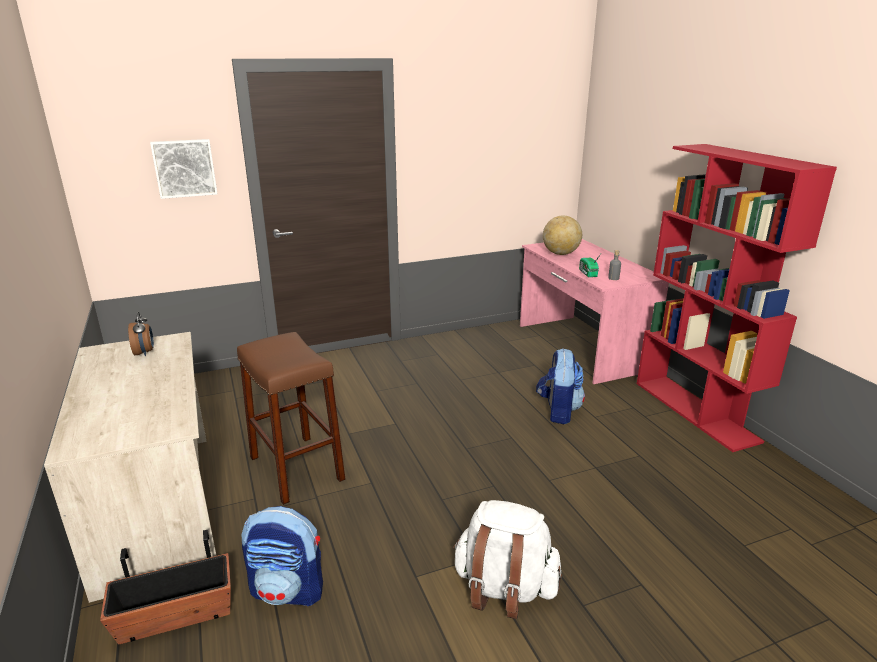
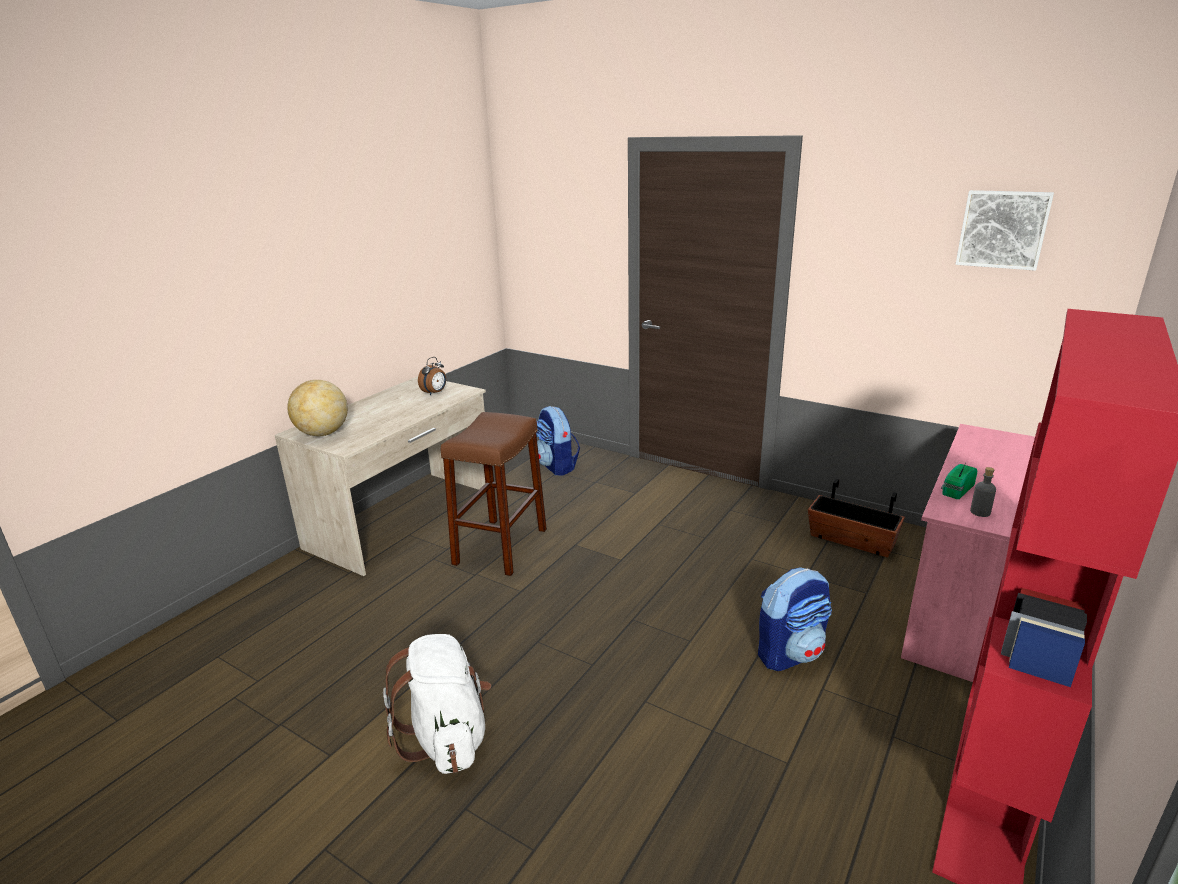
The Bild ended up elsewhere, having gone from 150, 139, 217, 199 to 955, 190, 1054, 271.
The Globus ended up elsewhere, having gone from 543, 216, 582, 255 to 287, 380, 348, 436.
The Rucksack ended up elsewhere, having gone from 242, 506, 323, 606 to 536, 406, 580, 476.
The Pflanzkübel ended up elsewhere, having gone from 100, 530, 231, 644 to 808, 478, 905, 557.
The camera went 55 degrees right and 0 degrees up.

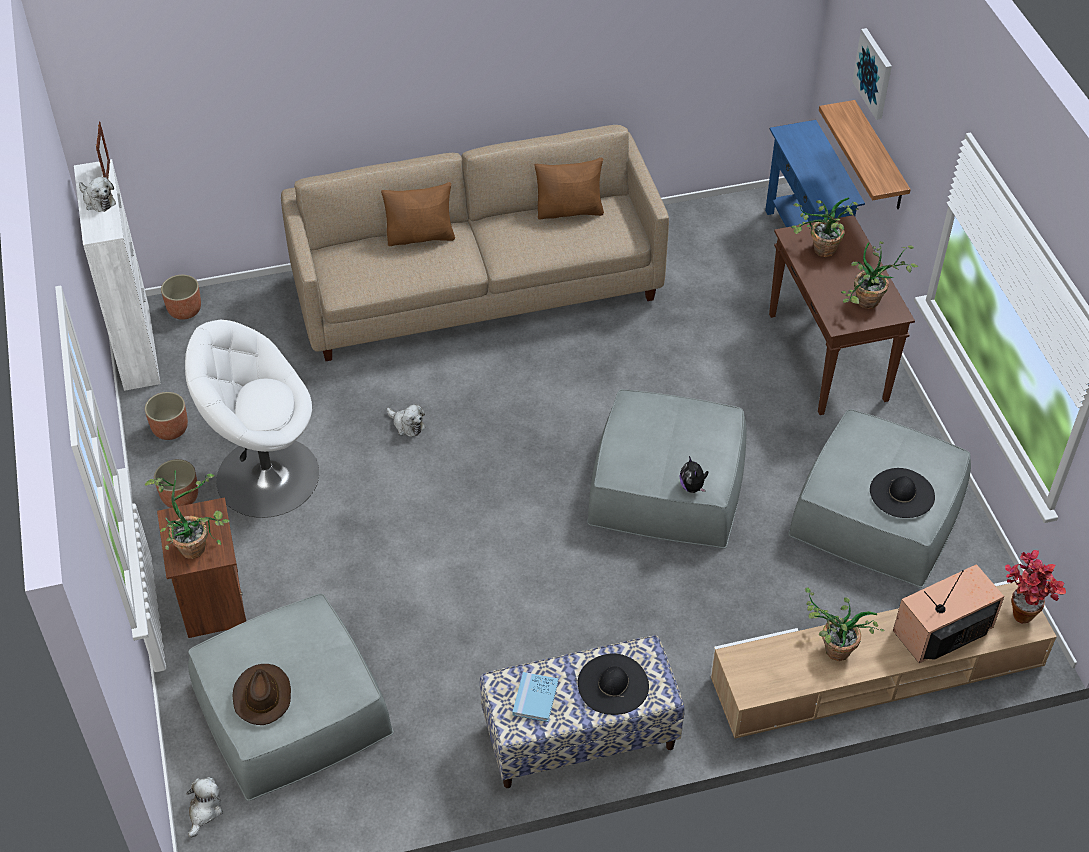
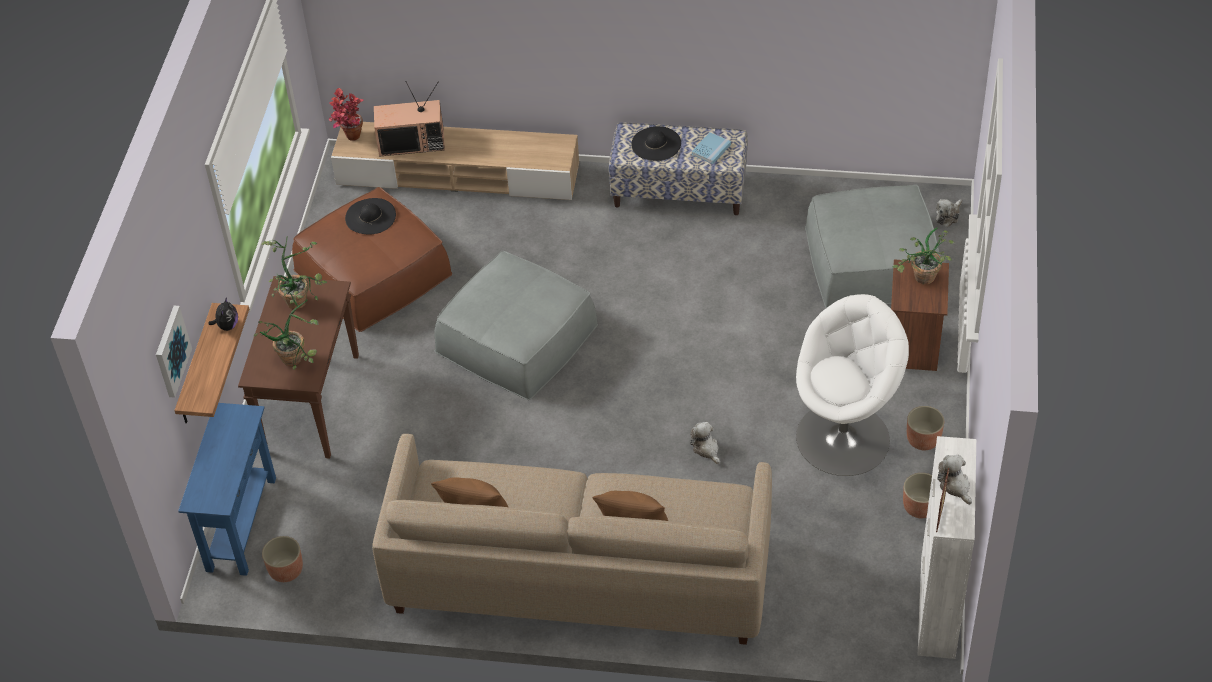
The Pflanzkübel ended up elsewhere, having gone from 161, 275, 201, 320 to 262, 536, 303, 582.
The Sessel (weiß) at 185, 320, 319, 518 ended up facing another way, 45 degrees counterclockwise from before.
What was the Polsterhocker (grau) at 788, 409, 971, 588 turned into the Polsterhocker (braun) at 292, 187, 452, 332.
The Plüschtier ended up elsewhere, having gone from 679, 456, 708, 493 to 209, 296, 238, 331.
The second view lost the Topfpflanze at 805, 587, 884, 661.
The second view lost the Hut (braun) at 232, 664, 291, 725.
The camera went 155 degrees left and 0 degrees up.

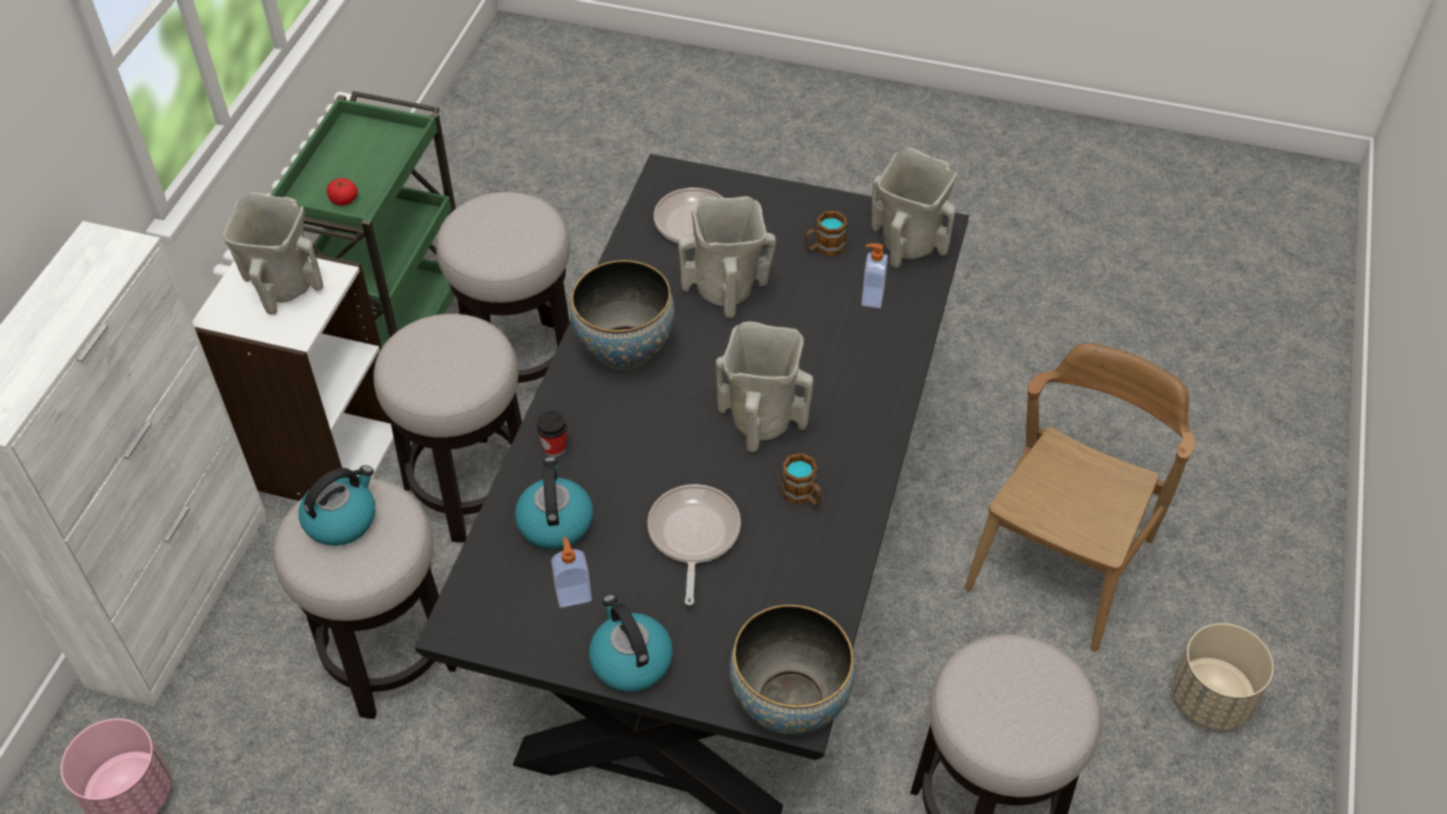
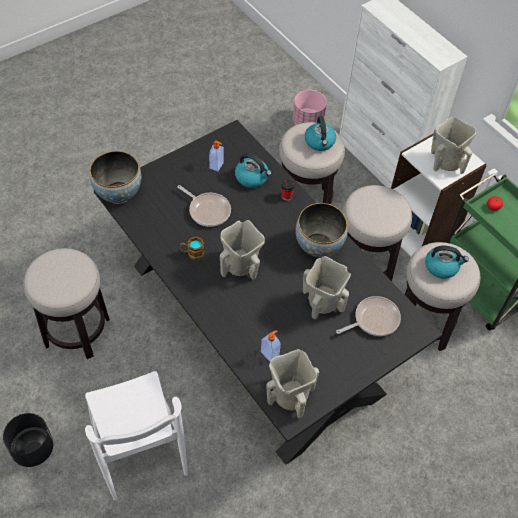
The second view lost the Henkelbecher at 805, 211, 847, 256.
What was the Stuhl (braun) at 965, 343, 1195, 652 turned into the Stuhl (weiß) at 85, 371, 188, 501.
The Wasserkessel ended up elsewhere, having gone from 589, 595, 673, 692 to 425, 246, 469, 279.
What was the Pflanzkübel (beige) at 1172, 623, 1274, 730 turned into the Pflanzkübel (schwarz) at 3, 413, 53, 467.
The camera went 125 degrees right and 5 degrees up.

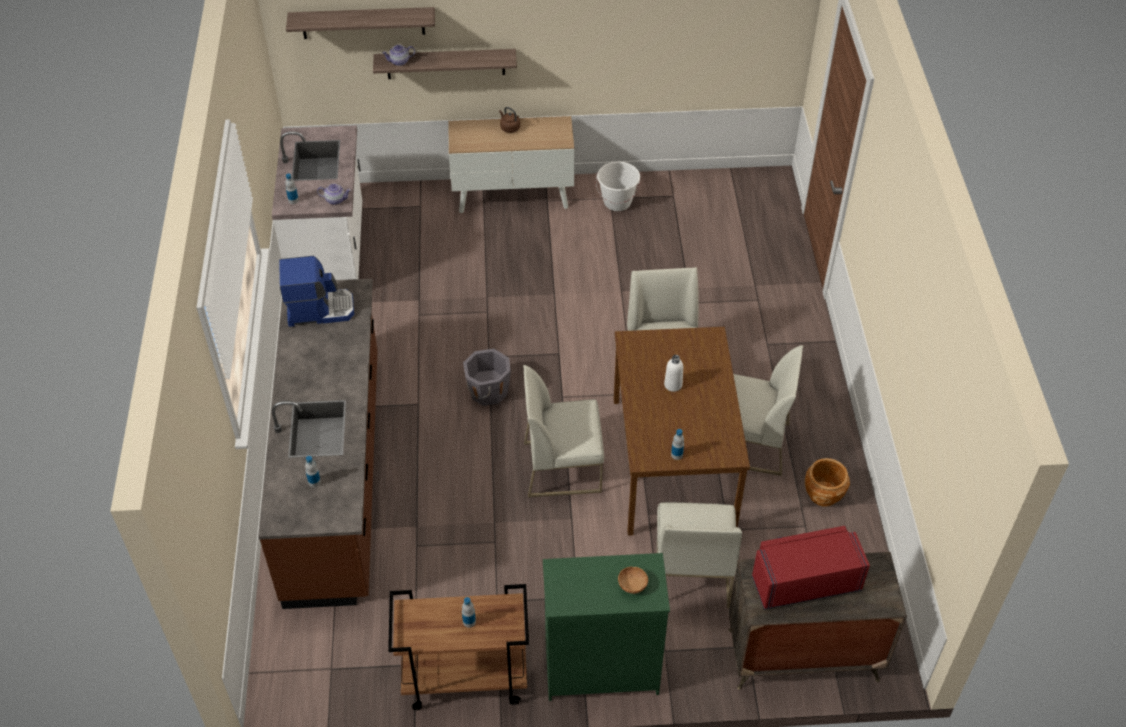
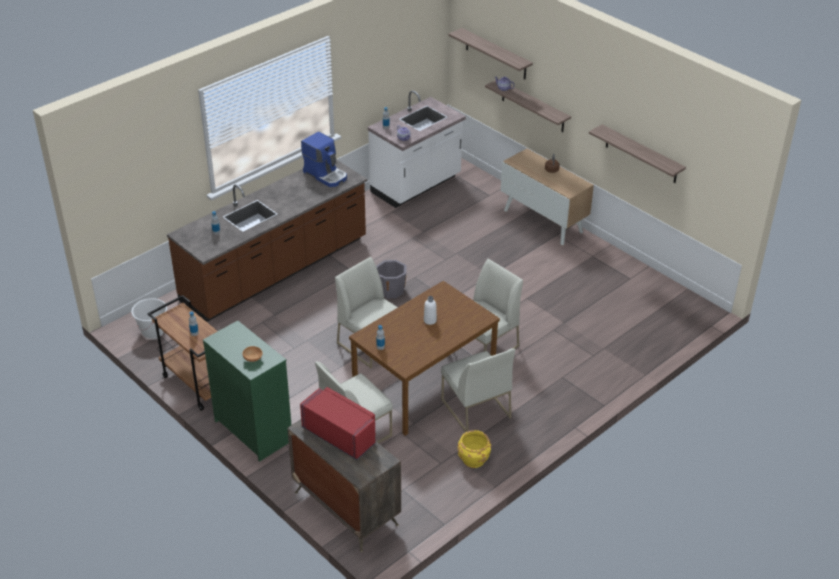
The Eimer (weiß) ended up elsewhere, having gone from 596, 162, 640, 211 to 131, 298, 167, 339.
What was the Pflanzkübel (braun) at 805, 458, 850, 507 turned into the Pflanzkübel (gelb) at 458, 430, 491, 468.
The second view gained the Wandregal at 589, 125, 686, 183.
The camera went 50 degrees right and 10 degrees down.

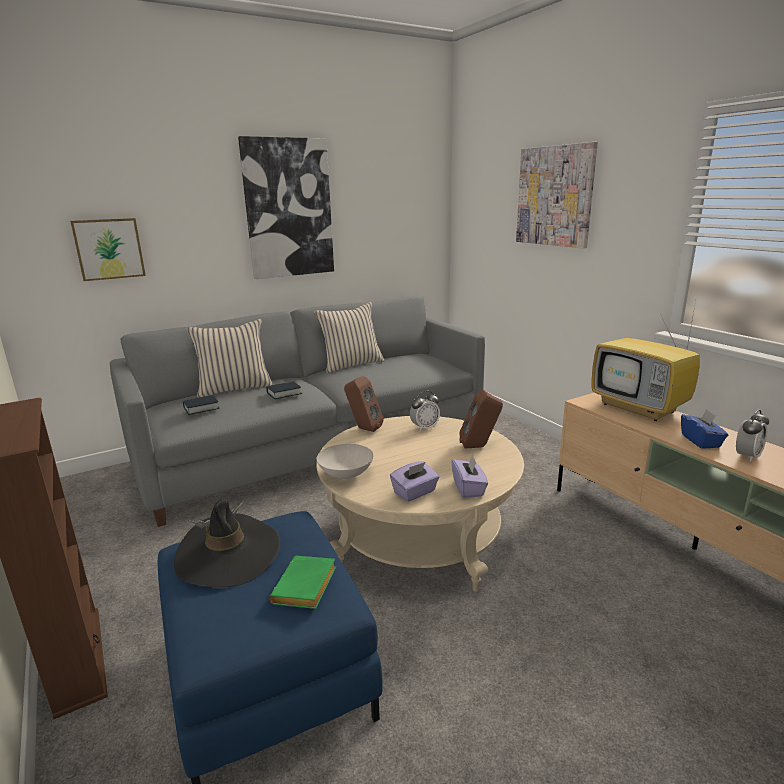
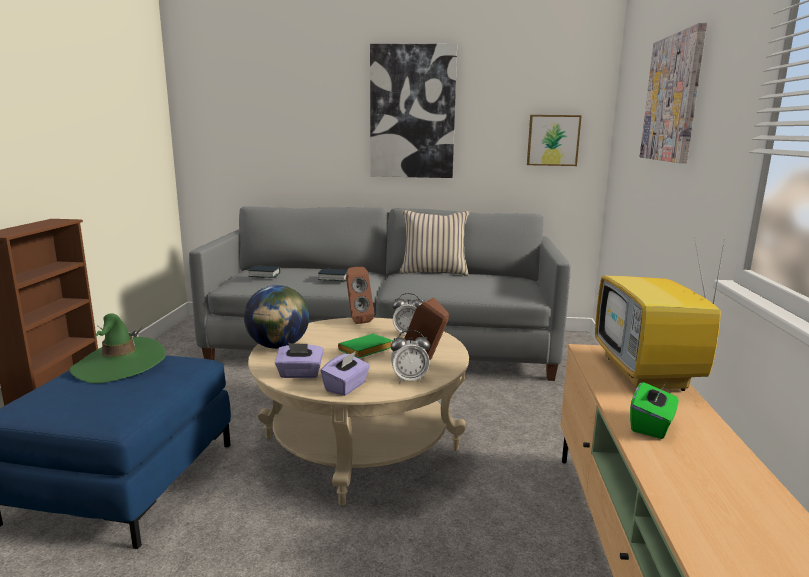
The Bild ended up elsewhere, having gone from 70, 218, 146, 281 to 527, 115, 582, 166.
The second view lost the Kissen (beige) at 186, 319, 273, 398.
What was the Taschentuchbox (blau) at 681, 409, 728, 449 turned into the Taschentuchbox (grün) at 630, 382, 679, 439.
The Wecker ended up elsewhere, having gone from 736, 410, 769, 462 to 391, 330, 430, 383.
Where the Schüssel (weiß) stood at 316, 444, 374, 480, the Globus came to stand at 244, 285, 309, 349.
What was the Hut (schwarz) at 174, 499, 280, 587 turned into the Hut (grün) at 70, 313, 166, 383.
The Buch (grün) ended up elsewhere, having gone from 269, 556, 336, 609 to 338, 334, 393, 358.
The camera went 35 degrees right and 5 degrees down.

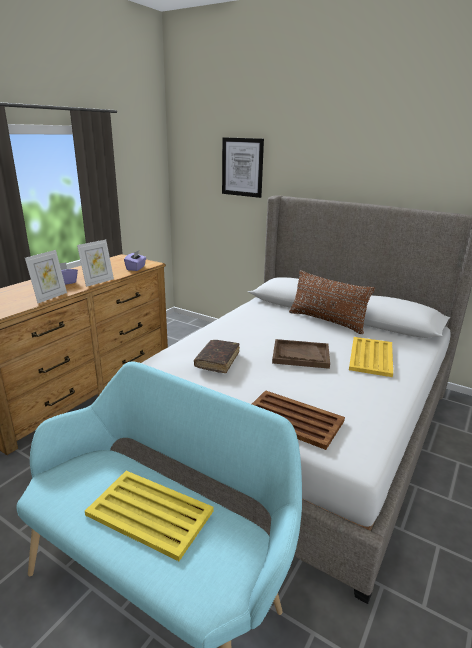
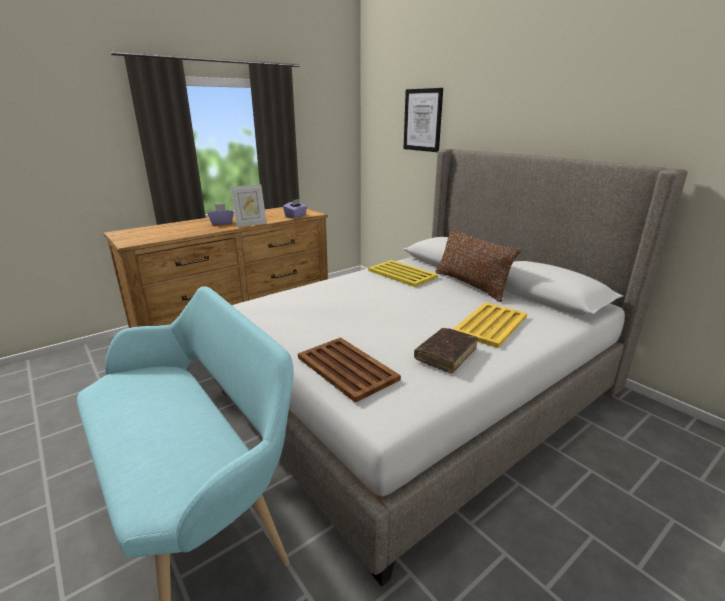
The second view lost the Bilderrahmen at 25, 250, 67, 303.
The second view lost the Tablett (braun) at 272, 339, 330, 369.
The Buch (braun) ended up elsewhere, having gone from 194, 340, 240, 373 to 414, 328, 478, 373.
The Tablett (gelb) ended up elsewhere, having gone from 85, 471, 214, 561 to 368, 260, 438, 287.
The camera went 20 degrees right and 0 degrees up.

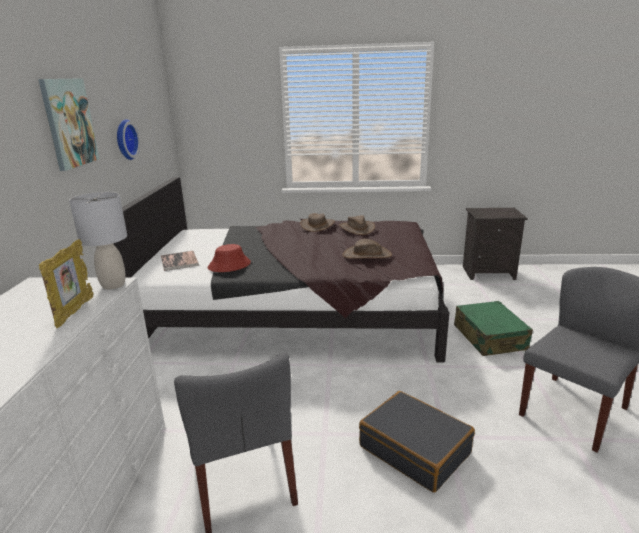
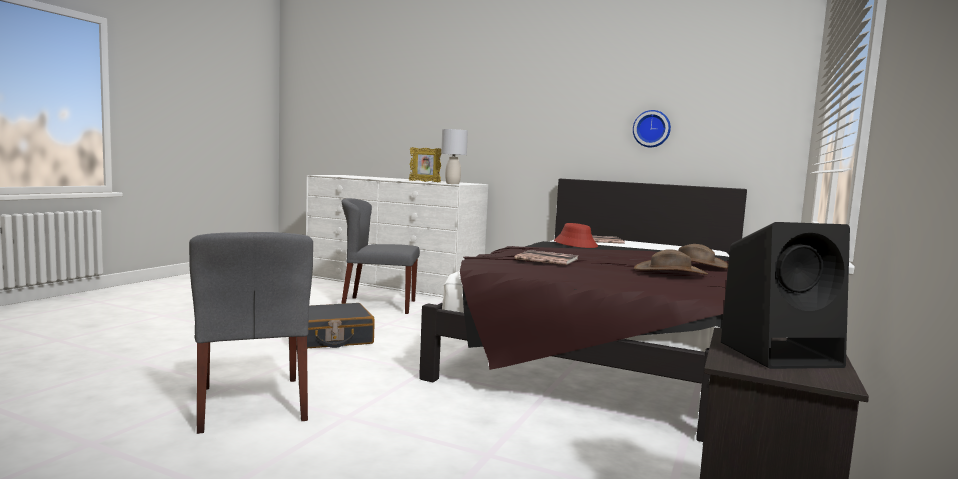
The second view lost the Bild at 38, 78, 99, 171.
Where the Hut (braun) stood at 342, 239, 392, 259, the Buch came to stand at 514, 250, 579, 265.
The second view lost the Koffer (grün) at 454, 301, 533, 356.
The second view gained the Lautsprecher (schwarz) at 721, 222, 850, 369.
The camera went 110 degrees right and 15 degrees down.

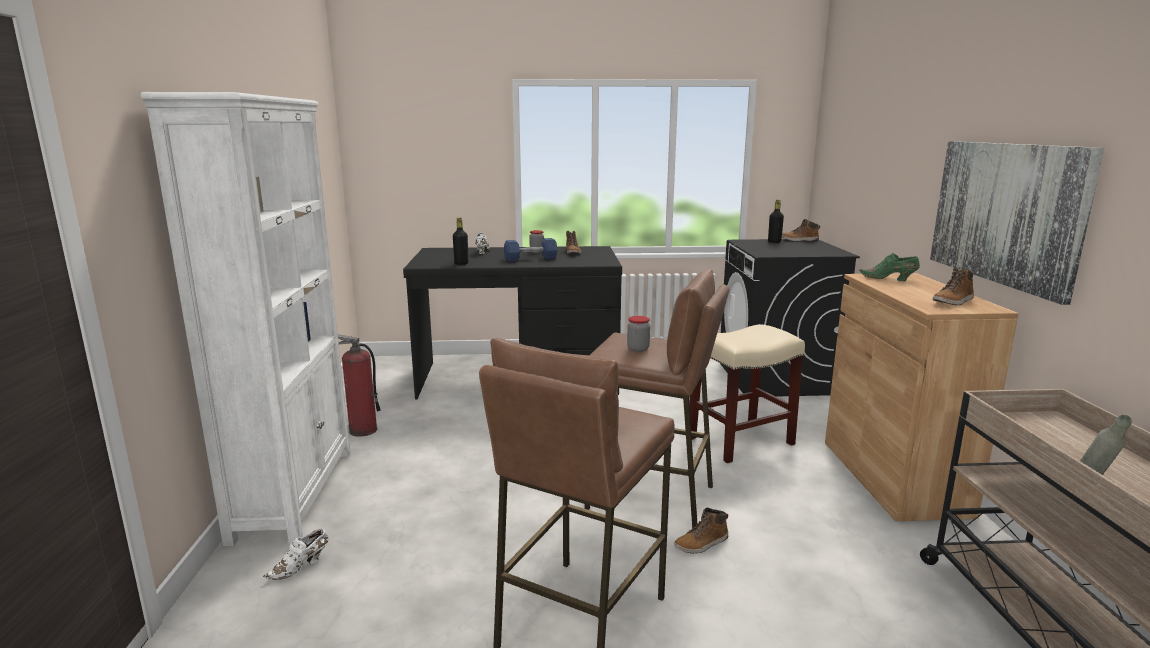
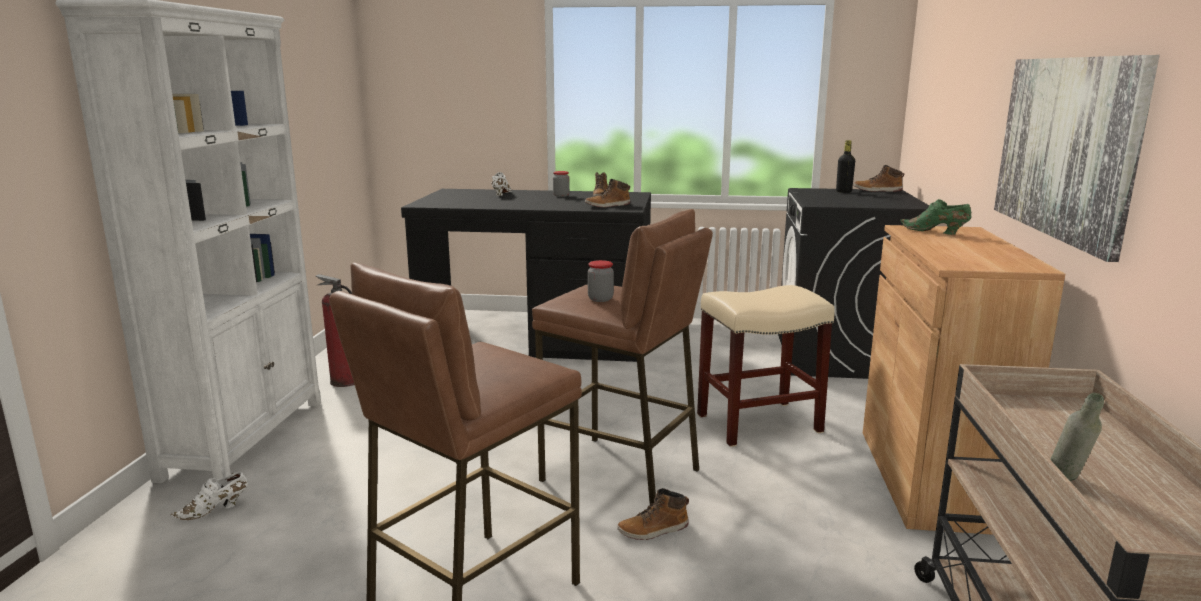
The second view lost the Flasche (schwarz) at 453, 217, 468, 265.
The second view lost the Hantel (blau) at 504, 238, 558, 262.
The Stiefel ended up elsewhere, having gone from 933, 267, 974, 305 to 585, 179, 630, 208.
The camera went 10 degrees right and 0 degrees up.

